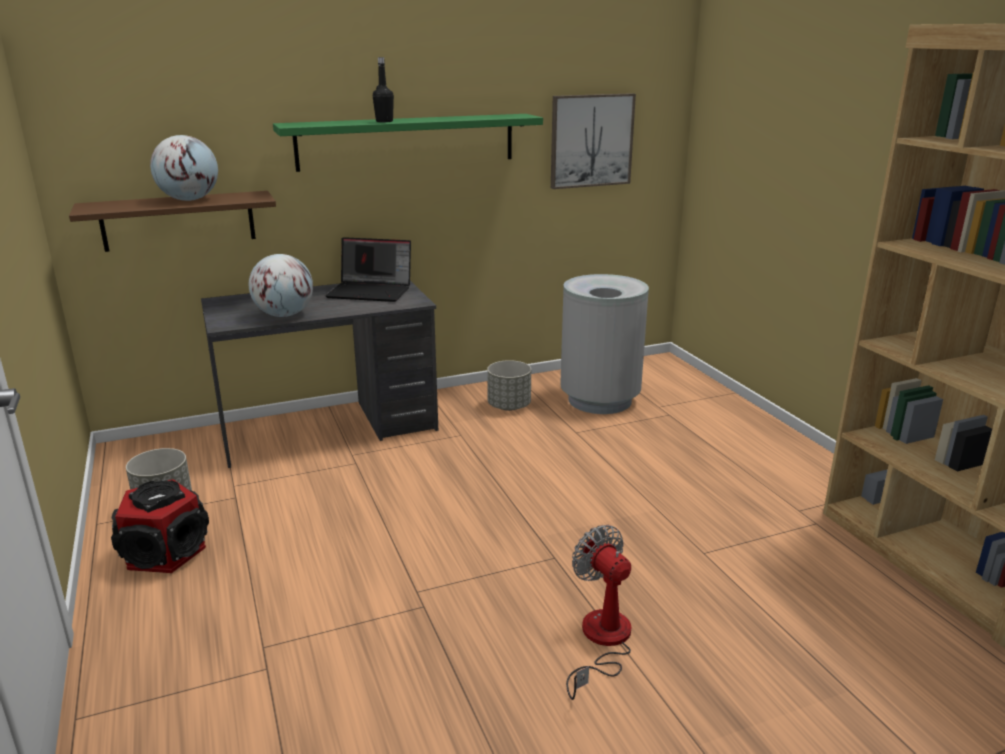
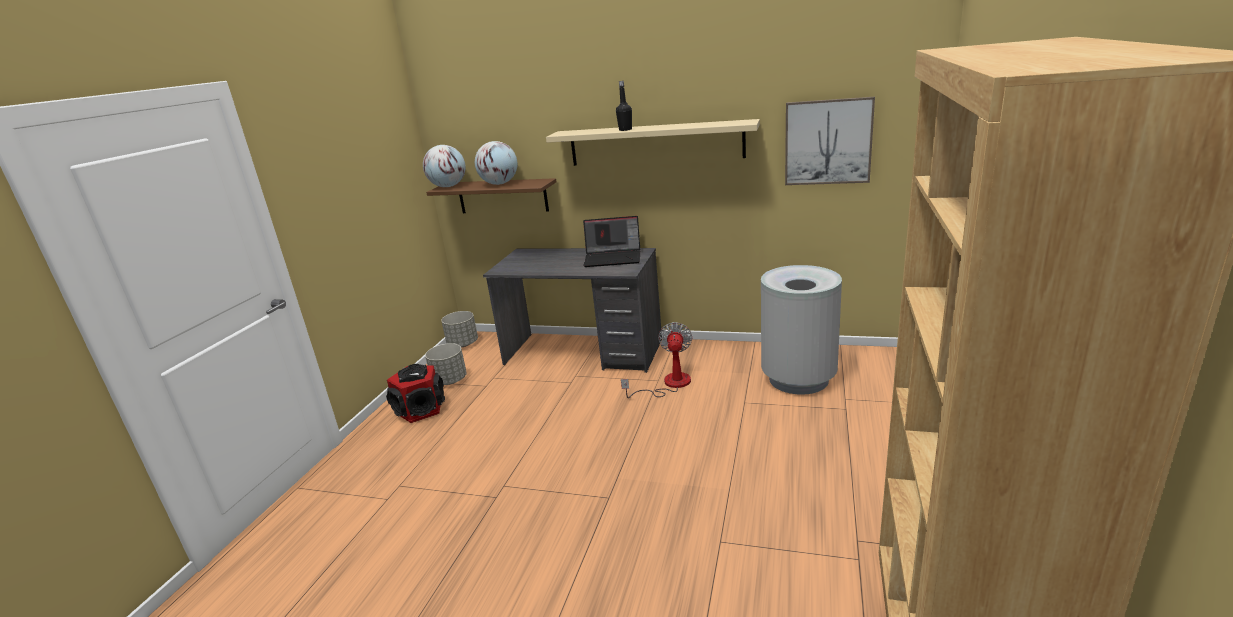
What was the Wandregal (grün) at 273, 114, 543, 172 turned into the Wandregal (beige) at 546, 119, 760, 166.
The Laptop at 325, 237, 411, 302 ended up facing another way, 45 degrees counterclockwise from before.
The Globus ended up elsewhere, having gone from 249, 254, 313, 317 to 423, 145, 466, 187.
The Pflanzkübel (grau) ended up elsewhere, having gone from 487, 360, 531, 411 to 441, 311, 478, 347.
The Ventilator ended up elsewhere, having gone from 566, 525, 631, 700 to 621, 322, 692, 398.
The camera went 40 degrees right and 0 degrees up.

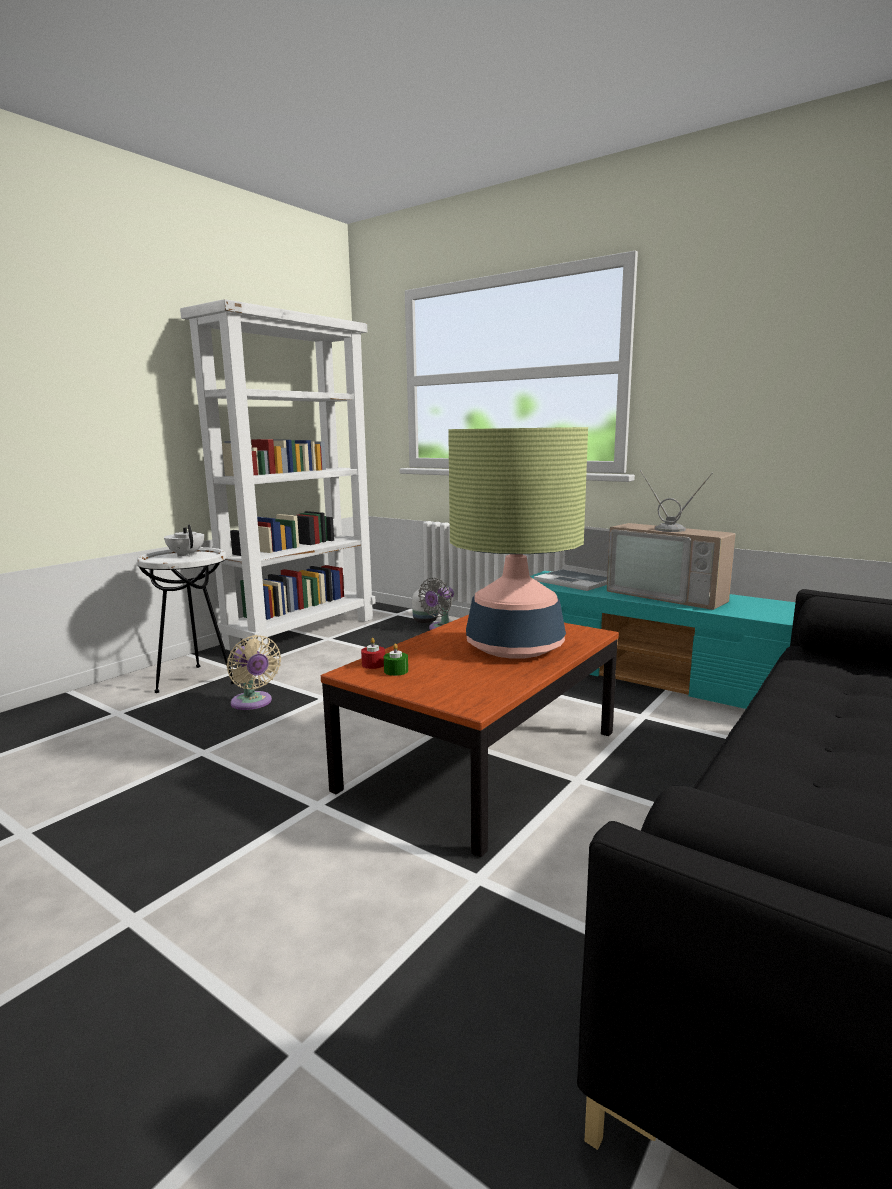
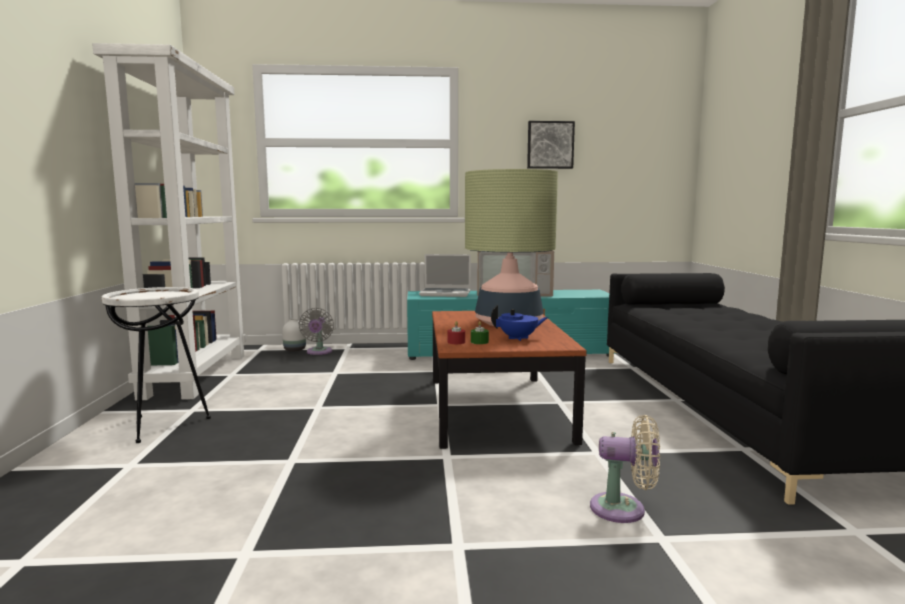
The second view lost the Teekanne (weiß) at 164, 524, 204, 557.
The Ventilator (beige) ended up elsewhere, having gone from 227, 635, 281, 710 to 590, 415, 660, 523.
The second view gained the Bild at 527, 121, 575, 169.
The second view gained the Teekanne (blau) at 491, 305, 548, 341.
The camera went 40 degrees left and 5 degrees down.

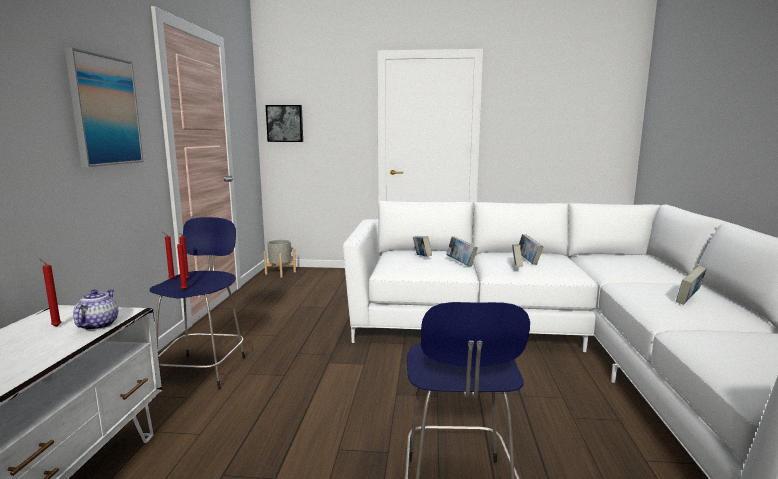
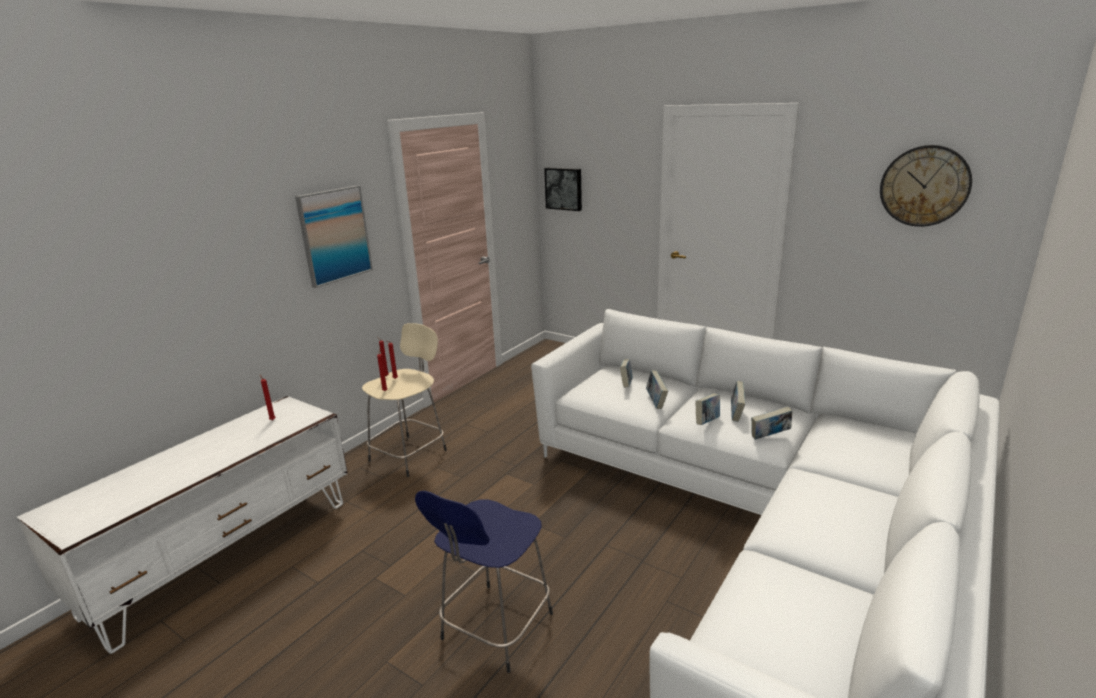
What was the Hocker (blau) at 149, 217, 245, 390 turned into the Hocker (beige) at 362, 323, 447, 477.
The second view lost the Pflanzkübel (grau) at 264, 240, 296, 278.
The Buch ended up elsewhere, having gone from 676, 266, 707, 305 to 751, 406, 792, 440.
The second view lost the Teekanne at 73, 289, 118, 330.
The second view gained the Wanduhr at 880, 145, 972, 227.
The camera went 30 degrees right and 10 degrees up.

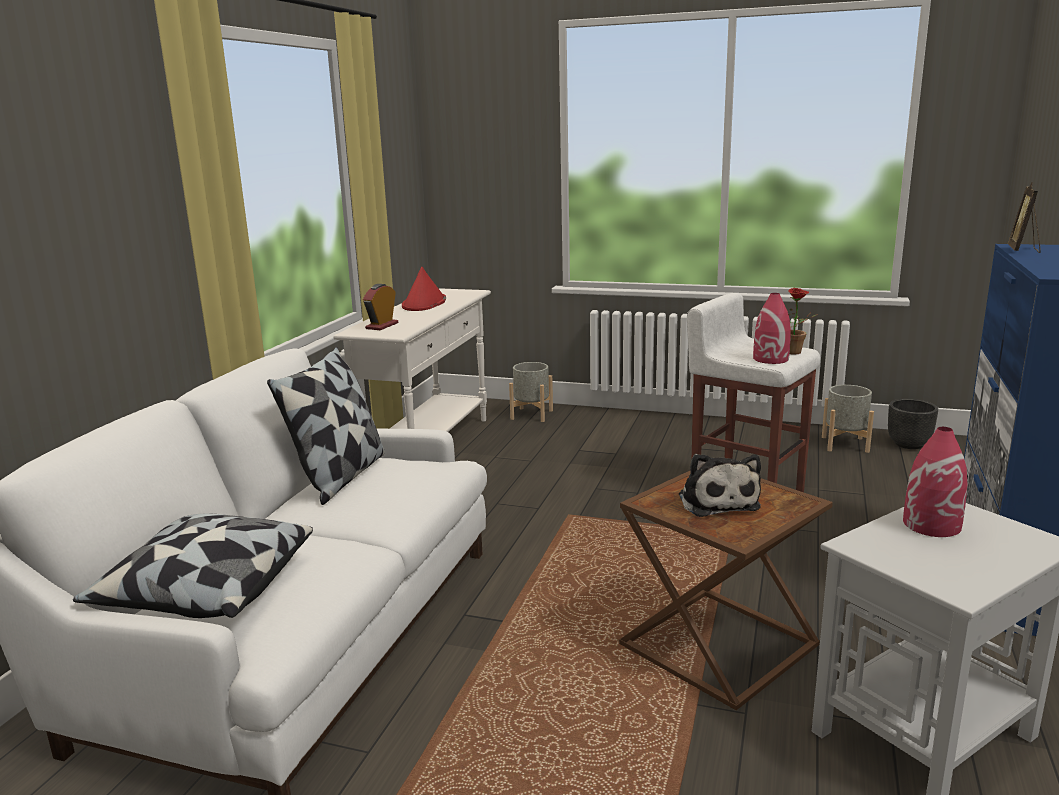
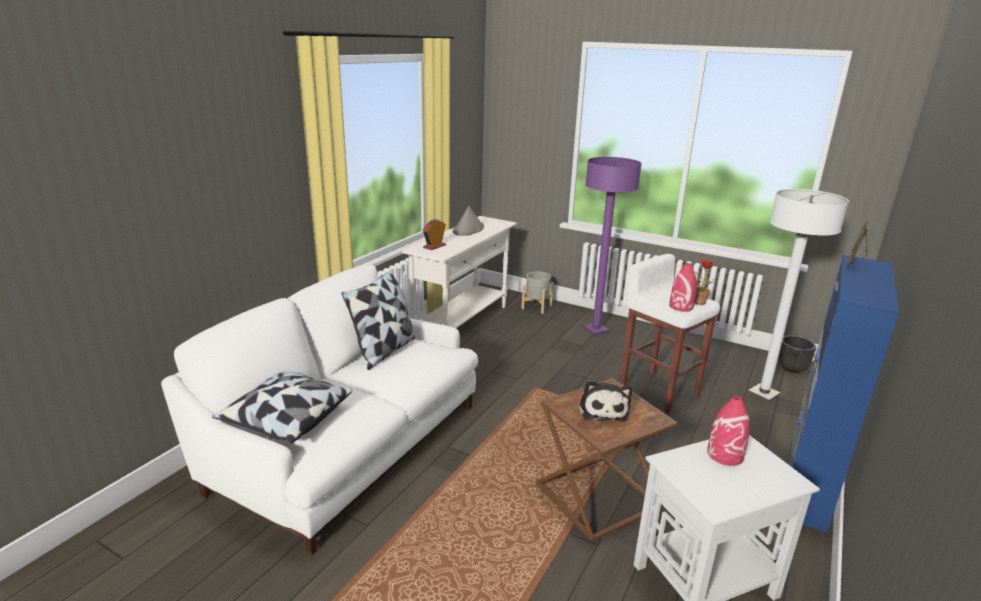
What was the Hut (rot) at 402, 267, 446, 311 turned into the Hut (grau) at 453, 206, 484, 236.
The second view lost the Pflanzkübel (grau) at 822, 385, 874, 453.
The second view gained the Stehlampe (lila) at 583, 157, 642, 335.
The second view gained the Stehlampe (weiß) at 748, 189, 849, 402.
The camera went 10 degrees right and 5 degrees up.

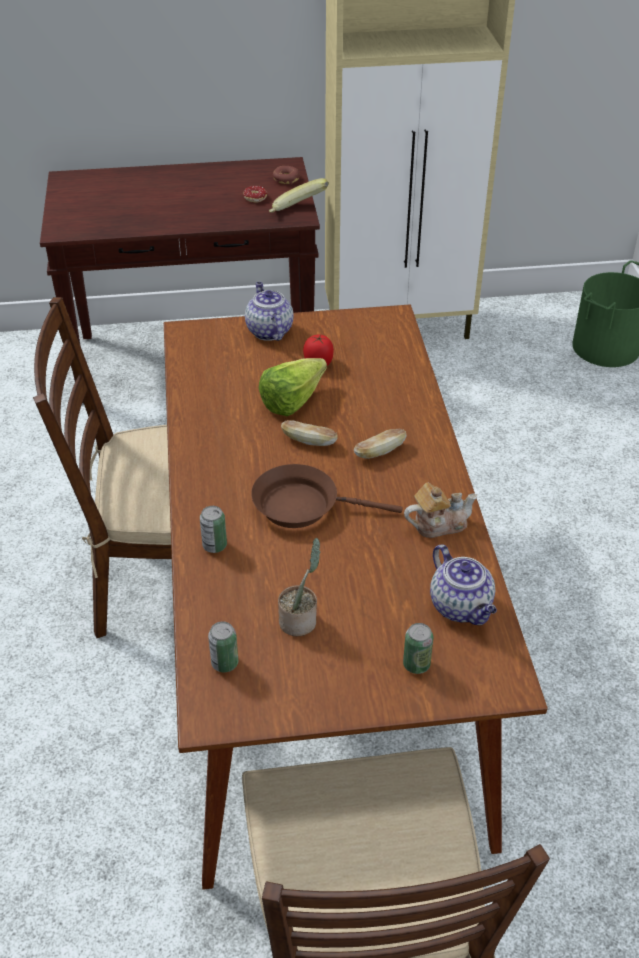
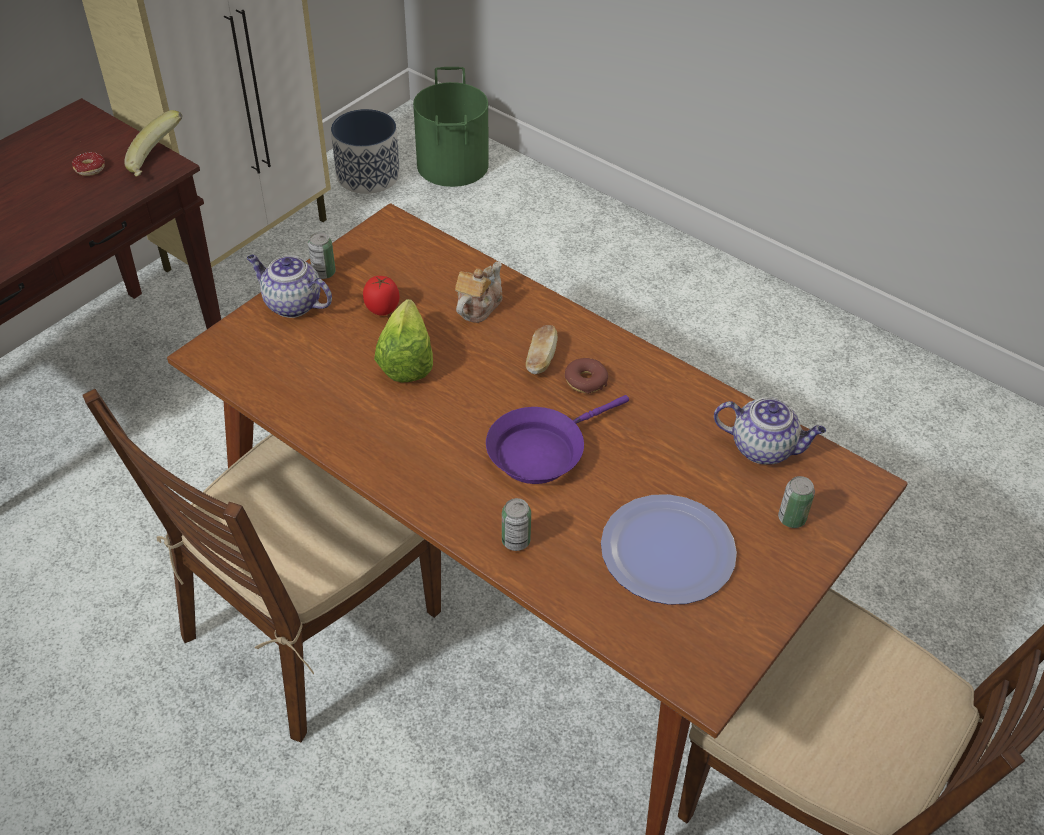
The Donut ended up elsewhere, having gone from 273, 166, 300, 184 to 565, 358, 608, 394.
The second view lost the Brot at 281, 420, 338, 446.
What was the Pfanne (braun) at 251, 464, 403, 528 turned into the Pfanne (lila) at 486, 395, 629, 484.
The Teekanne ended up elsewhere, having gone from 404, 483, 478, 538 to 455, 262, 503, 323.
Where the Topfpflanze stood at 278, 538, 320, 636, the Teller came to stand at 601, 494, 737, 605.
The Dose ended up elsewhere, having gone from 208, 621, 238, 672 to 308, 232, 336, 279.
The second view gained the Pflanzkübel at 331, 109, 400, 194.
The camera went 45 degrees left and 5 degrees up.

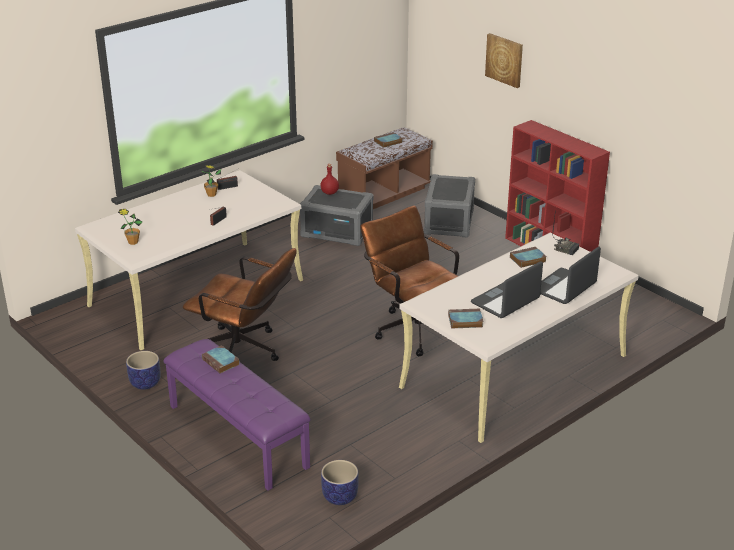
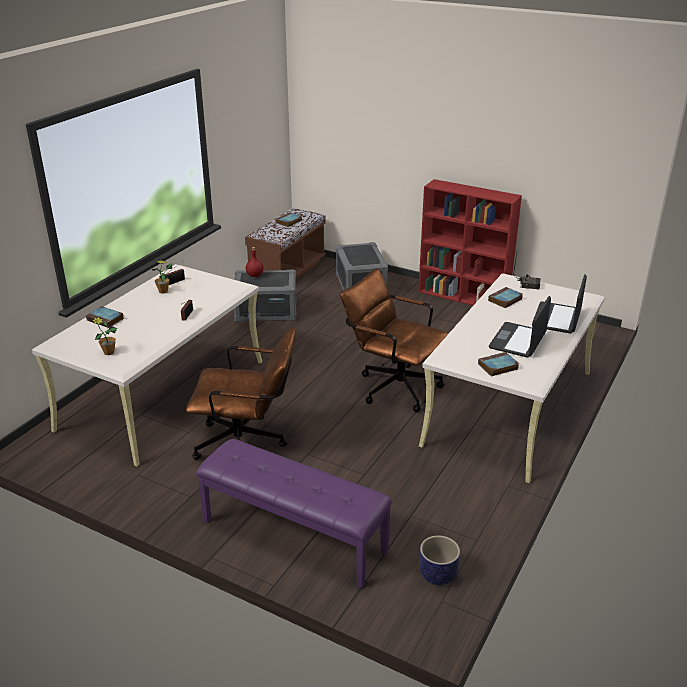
The second view lost the Bild at 485, 33, 523, 88.
The Buch ended up elsewhere, having gone from 202, 345, 239, 373 to 86, 306, 124, 328.
The second view lost the Pflanzkübel at 126, 351, 160, 390.
The camera went 20 degrees left and 0 degrees up.

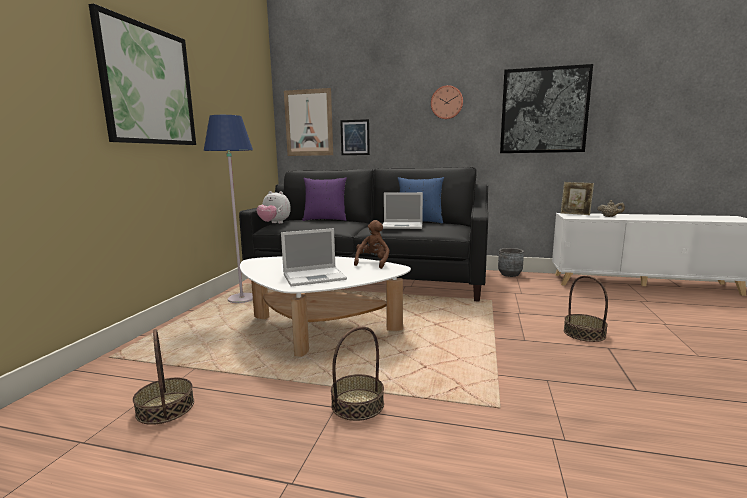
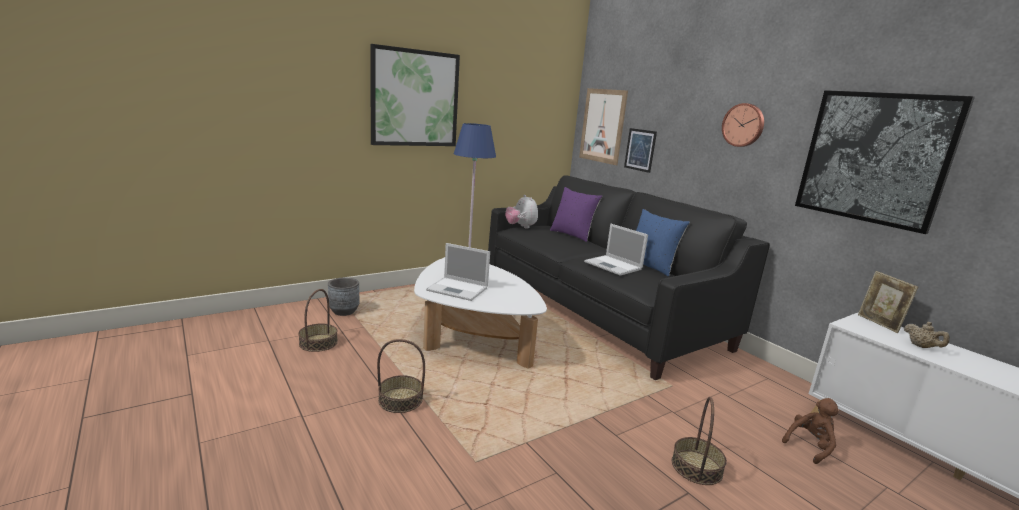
The Plüschtier (braun) ended up elsewhere, having gone from 354, 220, 389, 269 to 782, 398, 838, 464.
The Pflanzkübel (grau) ended up elsewhere, having gone from 498, 248, 524, 277 to 328, 278, 360, 316.
The camera went 40 degrees right and 5 degrees up.

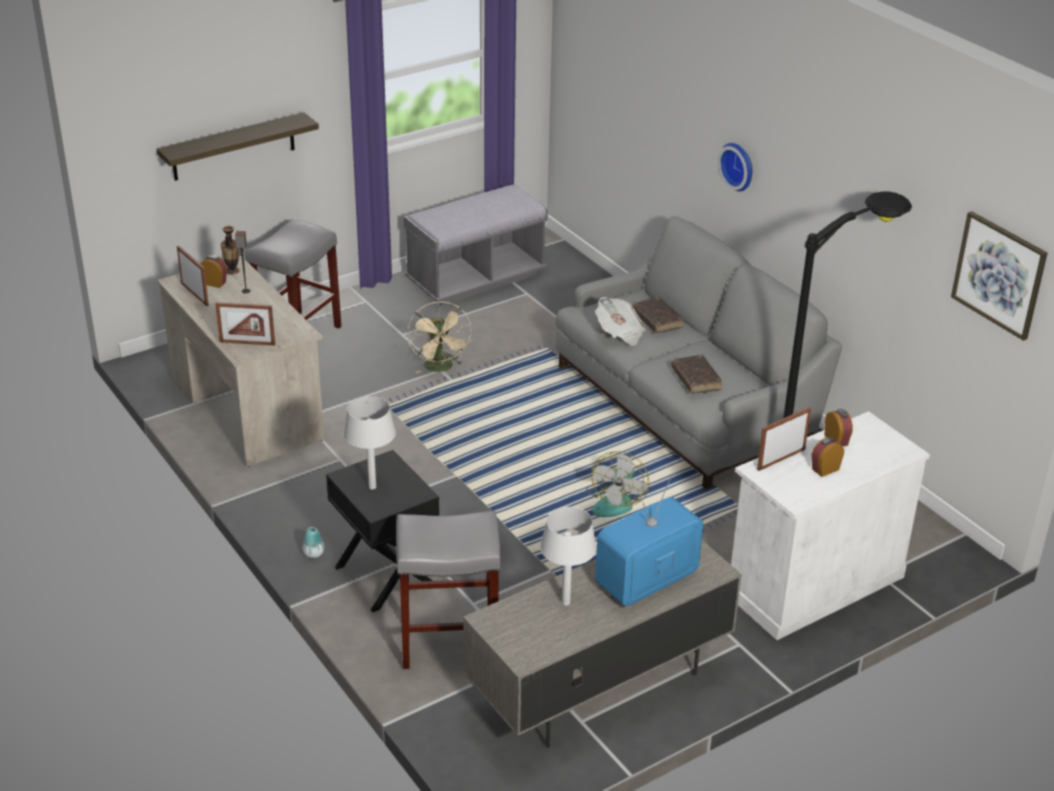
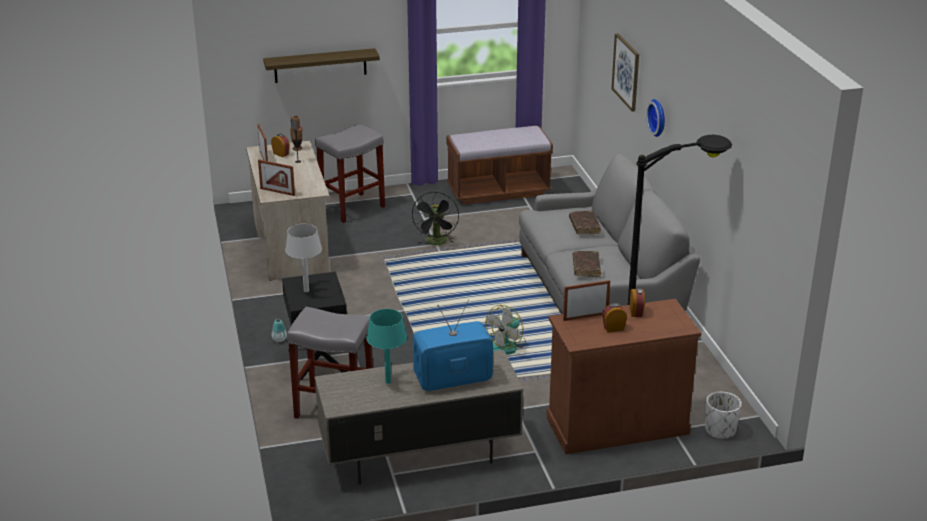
What was the Bank (grau) at 404, 184, 548, 306 turned into the Bank (braun) at 447, 126, 553, 205.
The Bild ended up elsewhere, having gone from 951, 211, 1047, 341 to 611, 33, 639, 112.
The second view lost the Zeitung at 595, 297, 646, 346.
What was the Ventilator (beige) at 407, 301, 471, 373 turned into the Ventilator (schwarz) at 412, 192, 459, 245.
What was the Schrank (weiß) at 731, 411, 930, 640 turned into the Schrank (braun) at 546, 299, 702, 454.
What was the Tischlampe (grau) at 540, 507, 597, 606 turned into the Tischlampe (türkis) at 366, 309, 407, 384.
The second view gained the Pflanzkübel (weiß) at 705, 392, 742, 439.
The camera went 20 degrees right and 5 degrees down.

